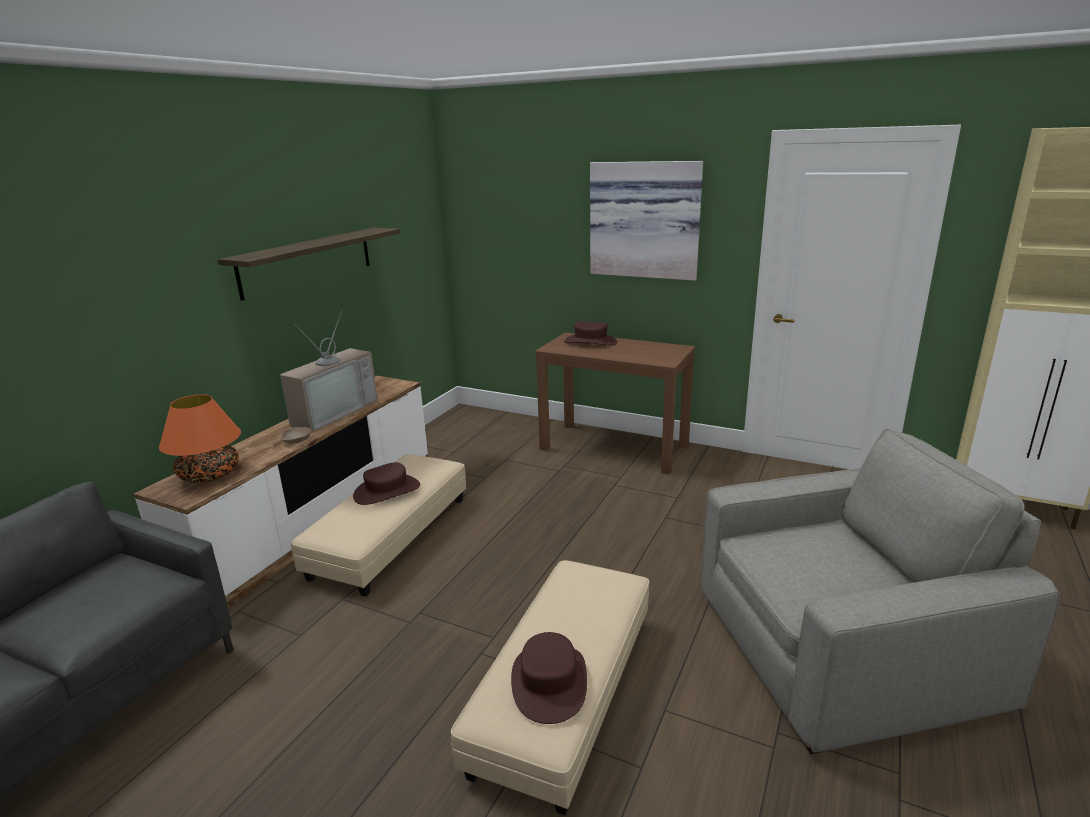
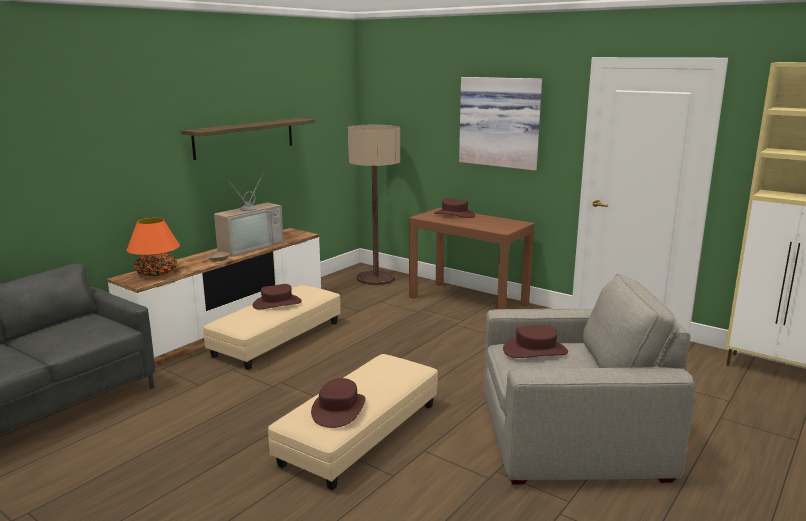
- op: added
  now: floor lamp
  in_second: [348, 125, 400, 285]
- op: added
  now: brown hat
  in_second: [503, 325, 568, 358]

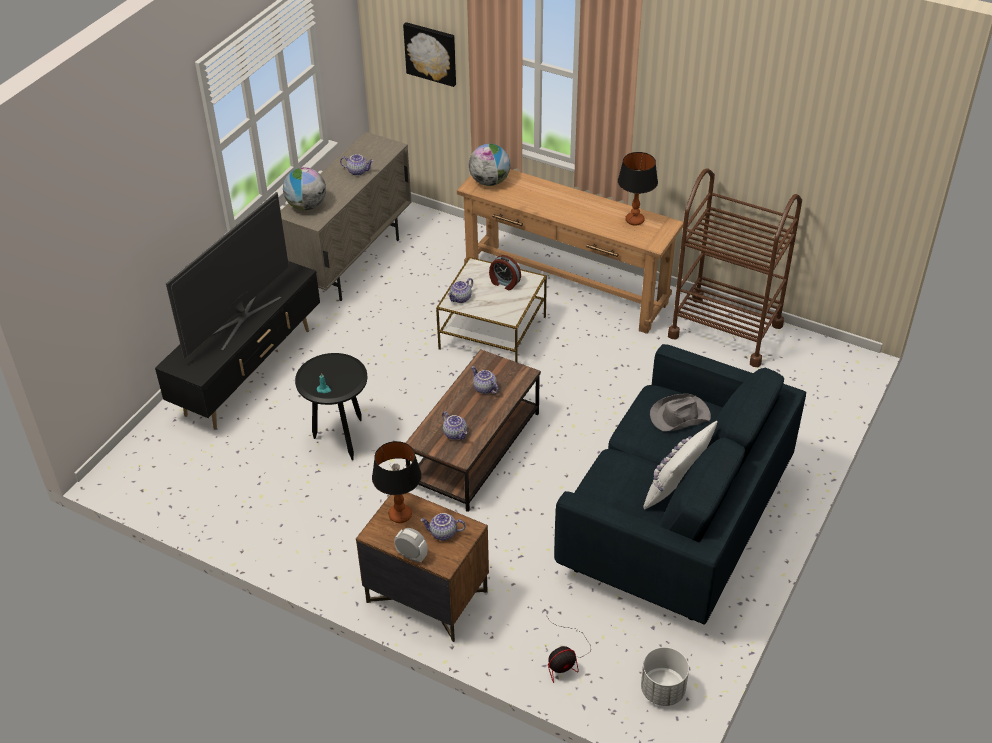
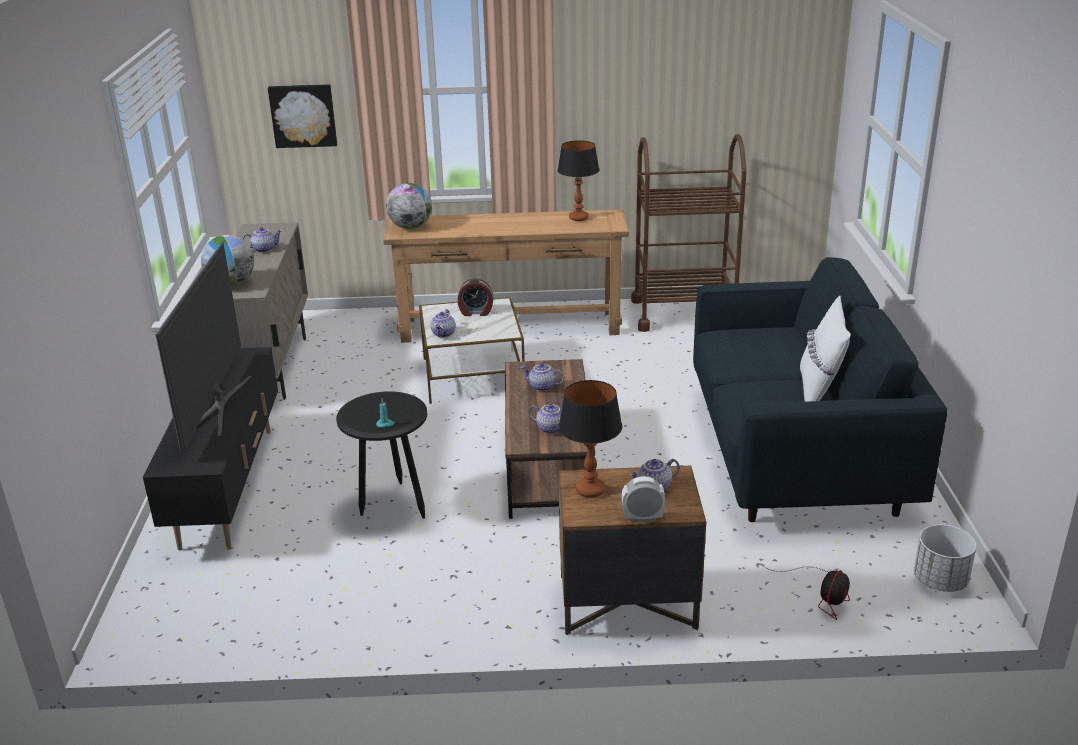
- op: removed
  was: grey hat
  in_first: [650, 394, 711, 431]

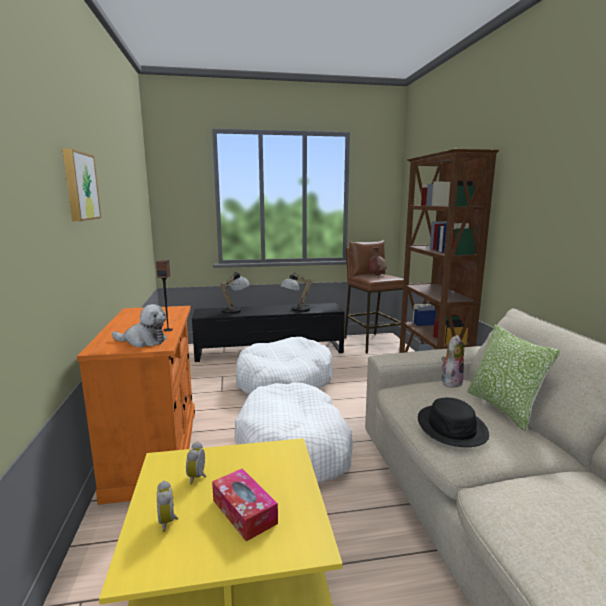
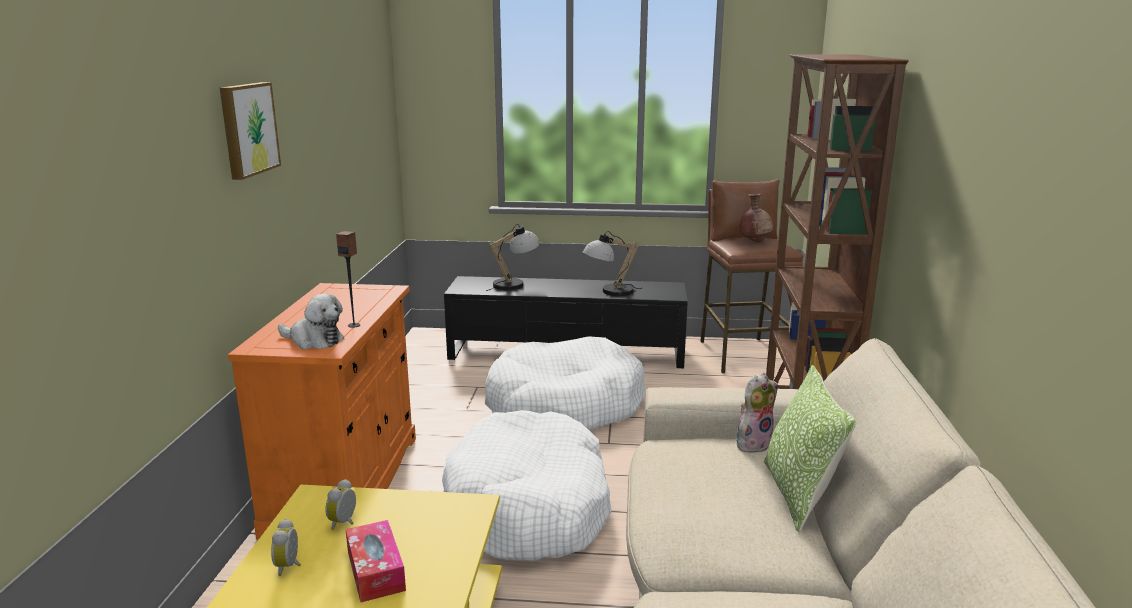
- op: removed
  was: black hat
  in_first: [418, 398, 489, 447]

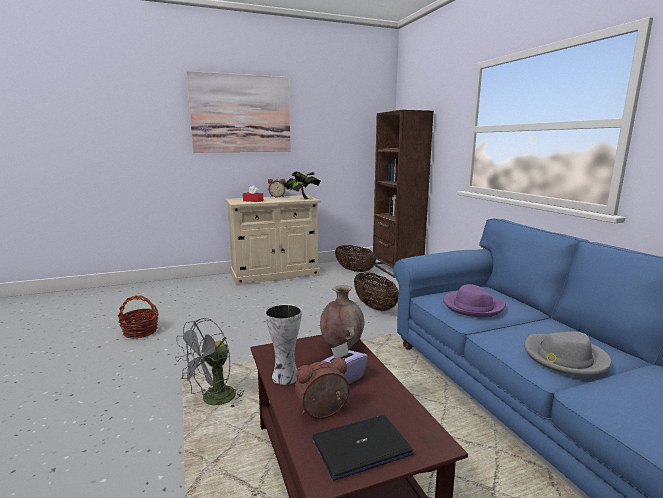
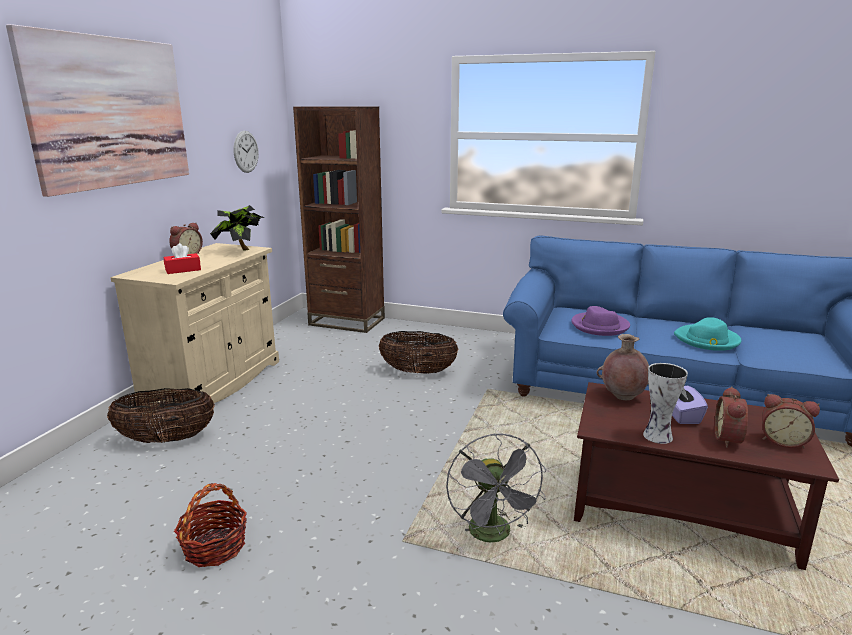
- op: moved
  was: basket
  in_first: [335, 245, 376, 272]
  in_second: [107, 388, 215, 443]
- op: added
  now: wall clock
  in_second: [233, 131, 259, 173]
- op: recoloured
  was: grey hat
  now: turquoise hat
  in_first: [524, 332, 611, 377]
  in_second: [674, 317, 742, 351]
- op: replaced
  was: laptop
  now: alarm clock
  in_first: [312, 415, 414, 480]
  in_second: [762, 394, 820, 448]

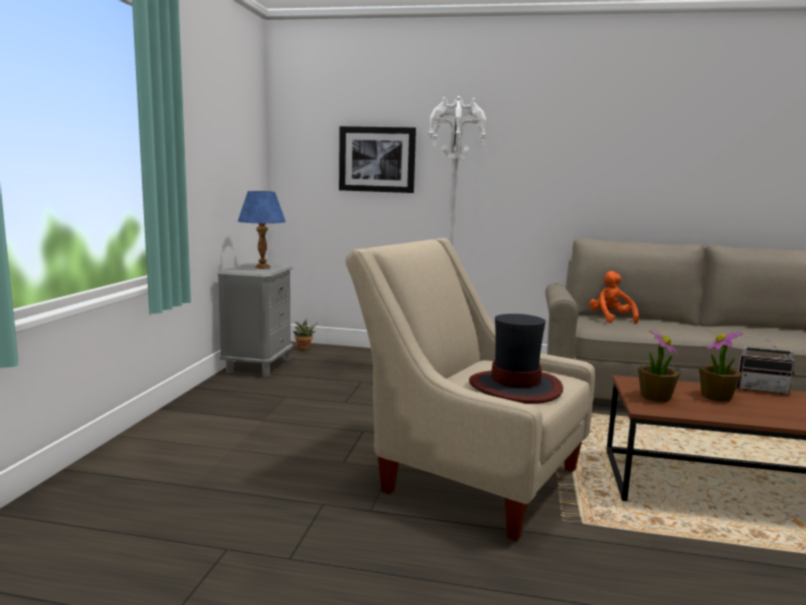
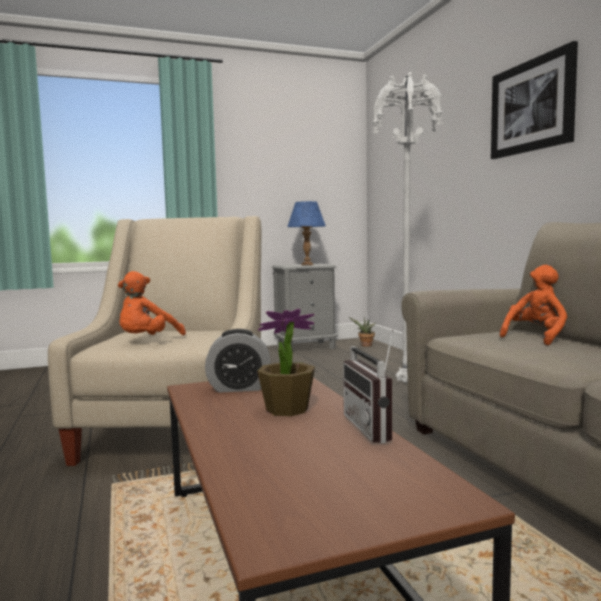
- op: replaced
  was: hat
  now: orange plush toy
  in_first: [469, 314, 563, 404]
  in_second: [118, 271, 186, 336]
- op: replaced
  was: potted plant
  now: alarm clock
  in_first: [638, 328, 680, 402]
  in_second: [205, 329, 271, 392]
- op: moved
  was: picture
  in_first: [339, 126, 416, 193]
  in_second: [491, 41, 578, 159]

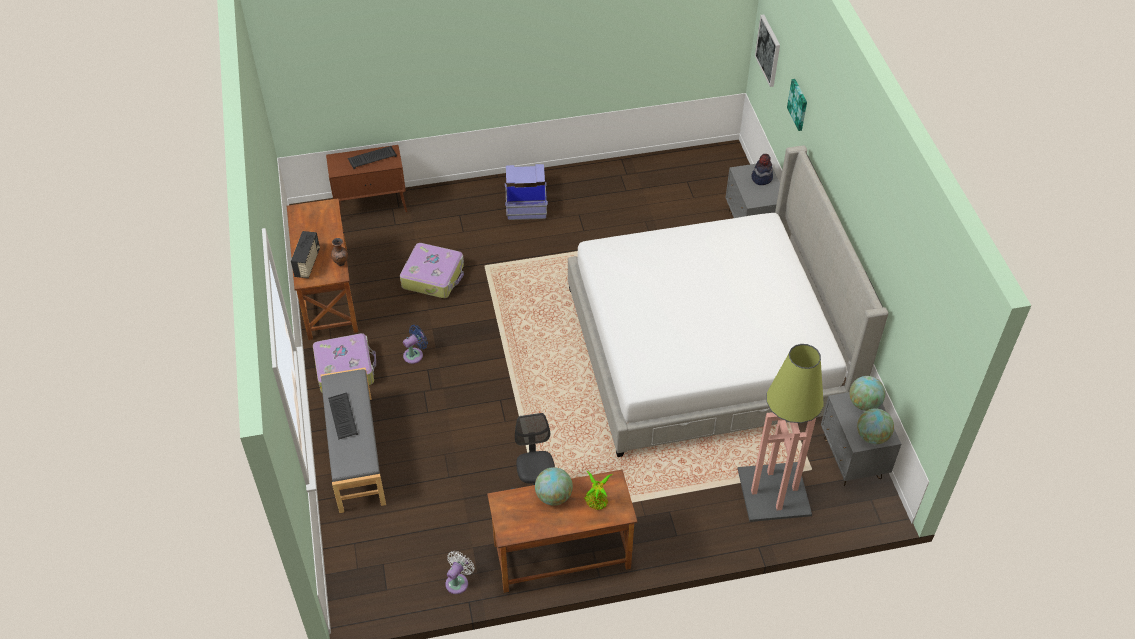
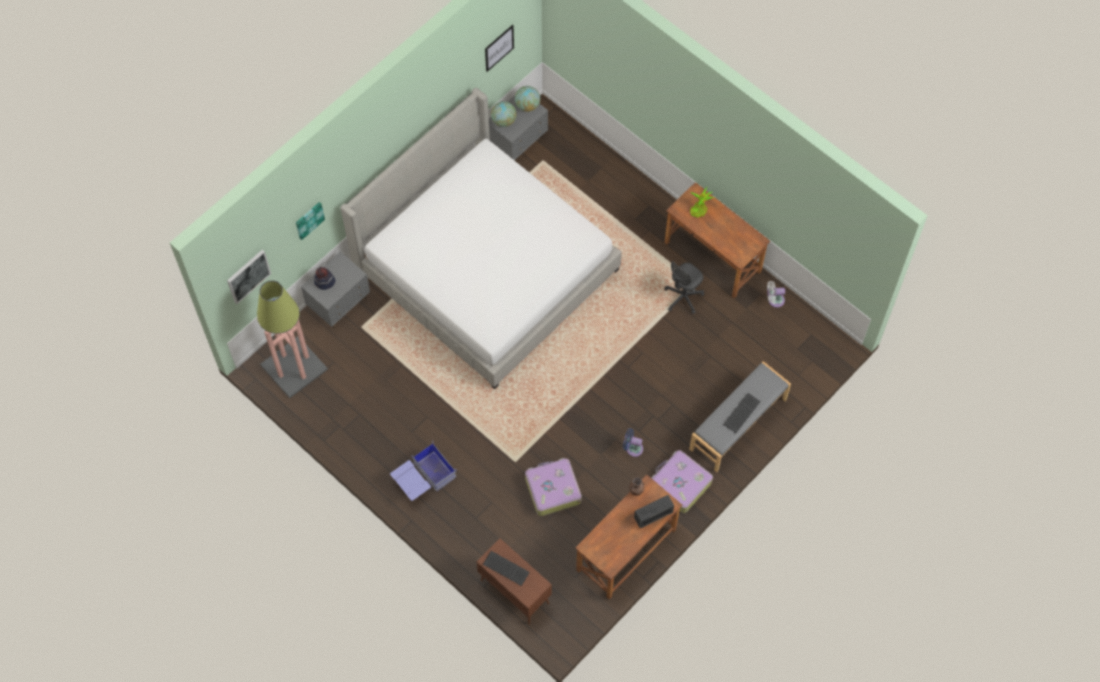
- op: moved
  was: floor lamp
  in_first: [738, 344, 824, 522]
  in_second: [257, 280, 328, 398]
- op: added
  now: picture
  in_second: [485, 25, 514, 72]
- op: removed
  was: globe
  in_first: [535, 467, 573, 506]

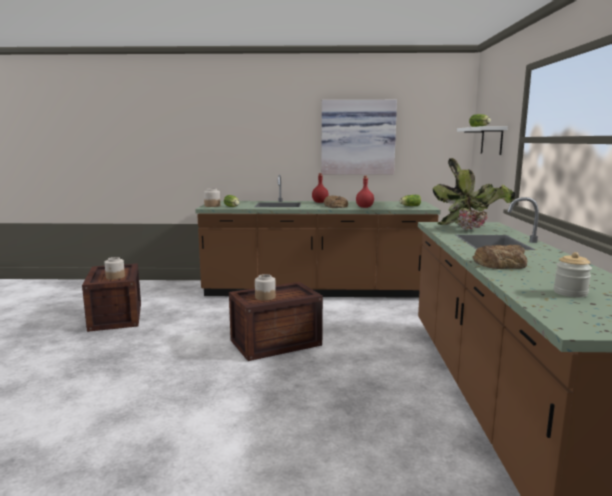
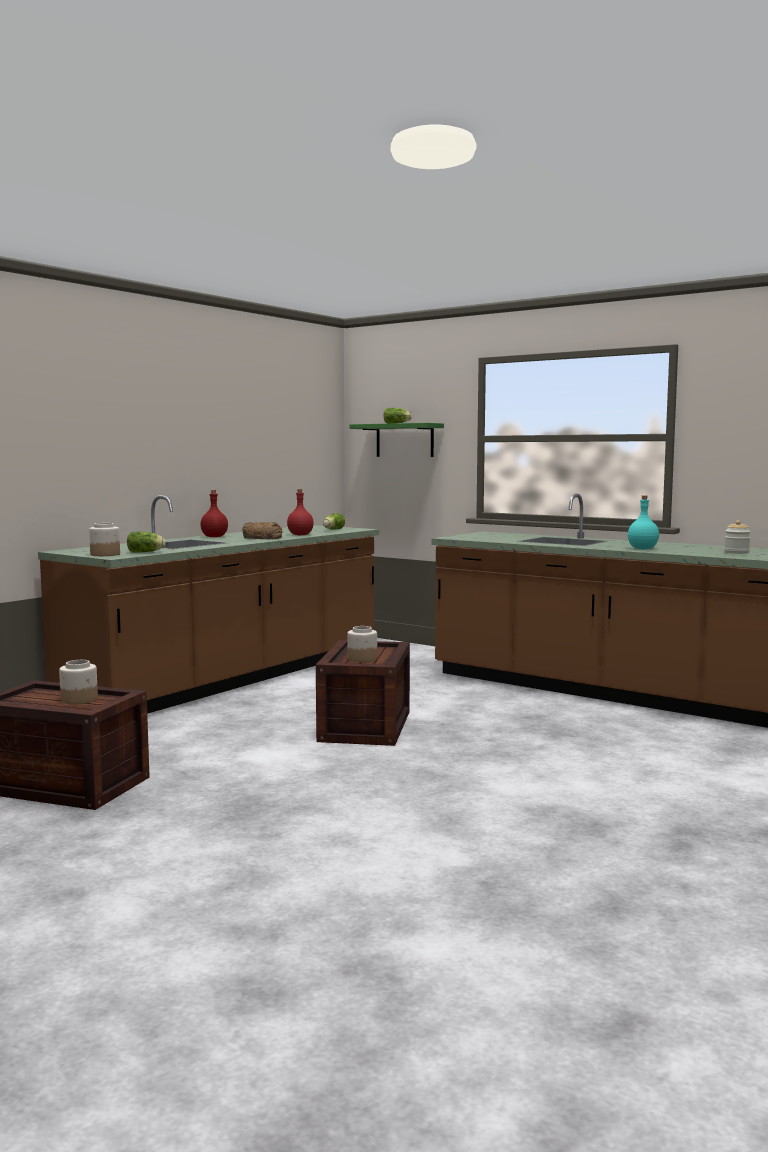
- op: recoloured
  was: white shelf
  now: green shelf
  in_first: [457, 126, 508, 155]
  in_second: [350, 423, 444, 457]
- op: replaced
  was: bread
  now: turquoise bottle
  in_first: [472, 245, 527, 269]
  in_second: [628, 495, 659, 549]
- op: removed
  was: picture
  in_first: [321, 100, 397, 175]
- op: removed
  was: potted plant
  in_first: [433, 158, 515, 230]

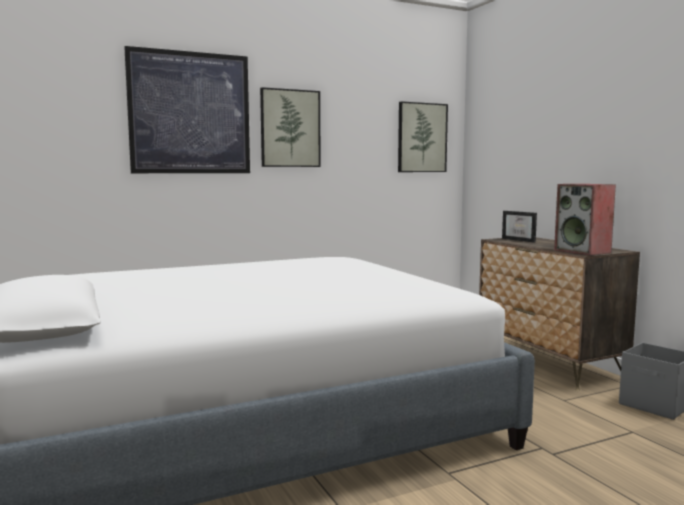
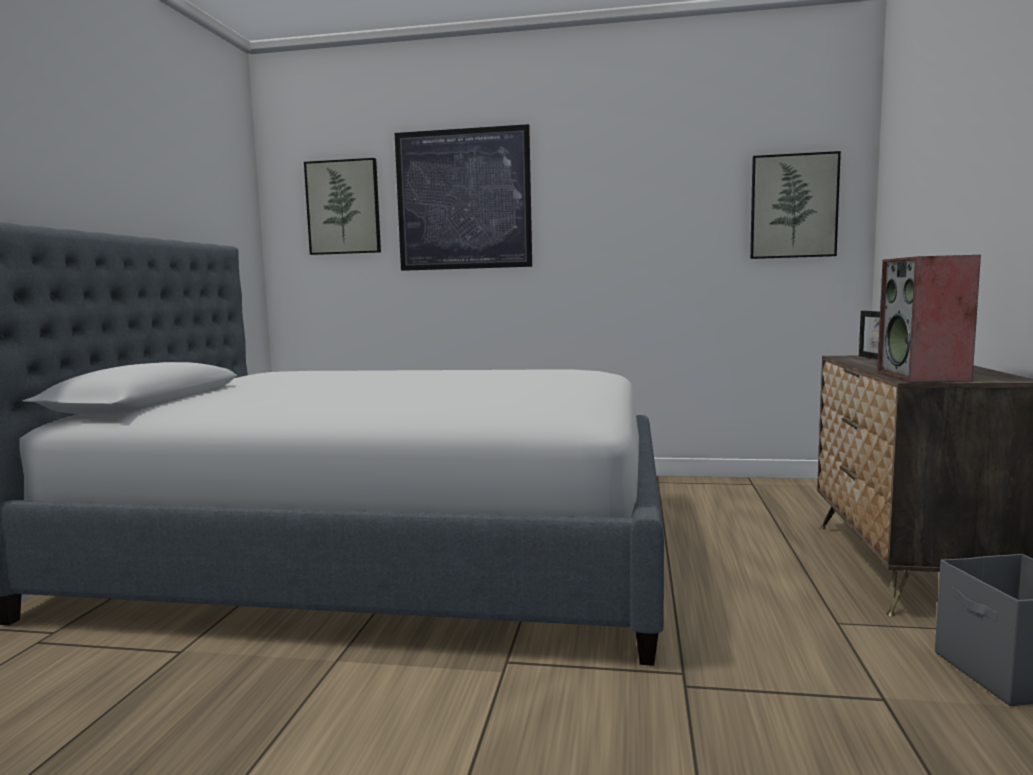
- op: moved
  was: picture
  in_first: [260, 87, 321, 167]
  in_second: [304, 158, 381, 255]

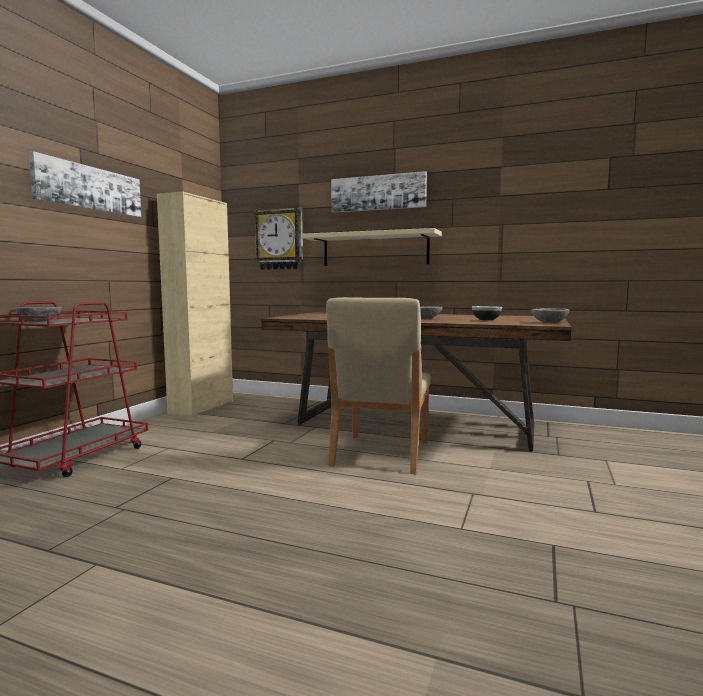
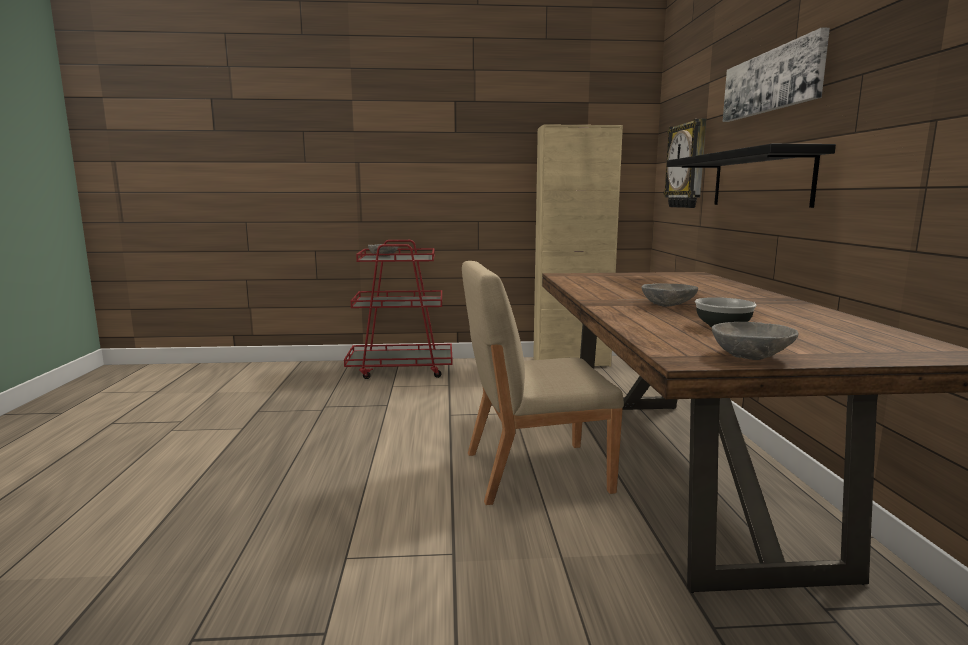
- op: recoloured
  was: beige shelf
  now: black shelf
  in_first: [301, 228, 442, 266]
  in_second: [667, 144, 836, 208]
- op: removed
  was: picture
  in_first: [29, 151, 141, 217]

